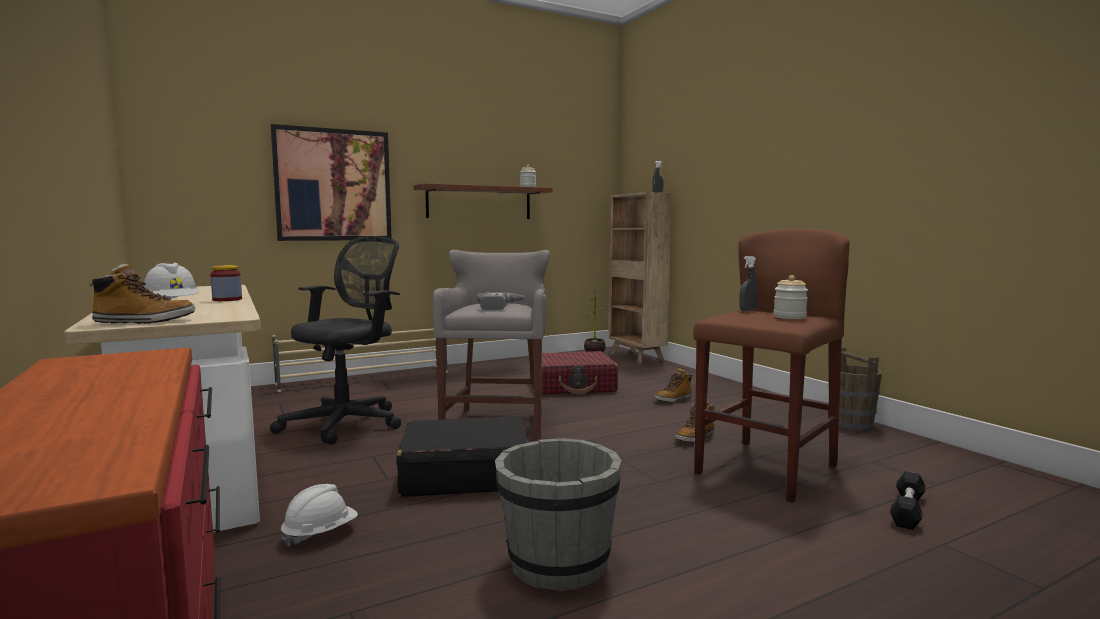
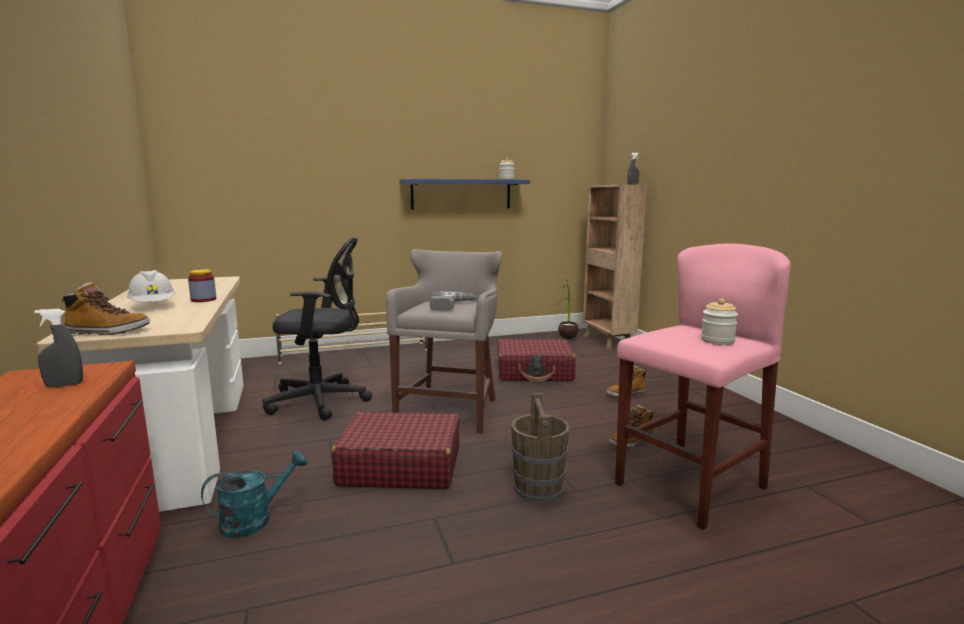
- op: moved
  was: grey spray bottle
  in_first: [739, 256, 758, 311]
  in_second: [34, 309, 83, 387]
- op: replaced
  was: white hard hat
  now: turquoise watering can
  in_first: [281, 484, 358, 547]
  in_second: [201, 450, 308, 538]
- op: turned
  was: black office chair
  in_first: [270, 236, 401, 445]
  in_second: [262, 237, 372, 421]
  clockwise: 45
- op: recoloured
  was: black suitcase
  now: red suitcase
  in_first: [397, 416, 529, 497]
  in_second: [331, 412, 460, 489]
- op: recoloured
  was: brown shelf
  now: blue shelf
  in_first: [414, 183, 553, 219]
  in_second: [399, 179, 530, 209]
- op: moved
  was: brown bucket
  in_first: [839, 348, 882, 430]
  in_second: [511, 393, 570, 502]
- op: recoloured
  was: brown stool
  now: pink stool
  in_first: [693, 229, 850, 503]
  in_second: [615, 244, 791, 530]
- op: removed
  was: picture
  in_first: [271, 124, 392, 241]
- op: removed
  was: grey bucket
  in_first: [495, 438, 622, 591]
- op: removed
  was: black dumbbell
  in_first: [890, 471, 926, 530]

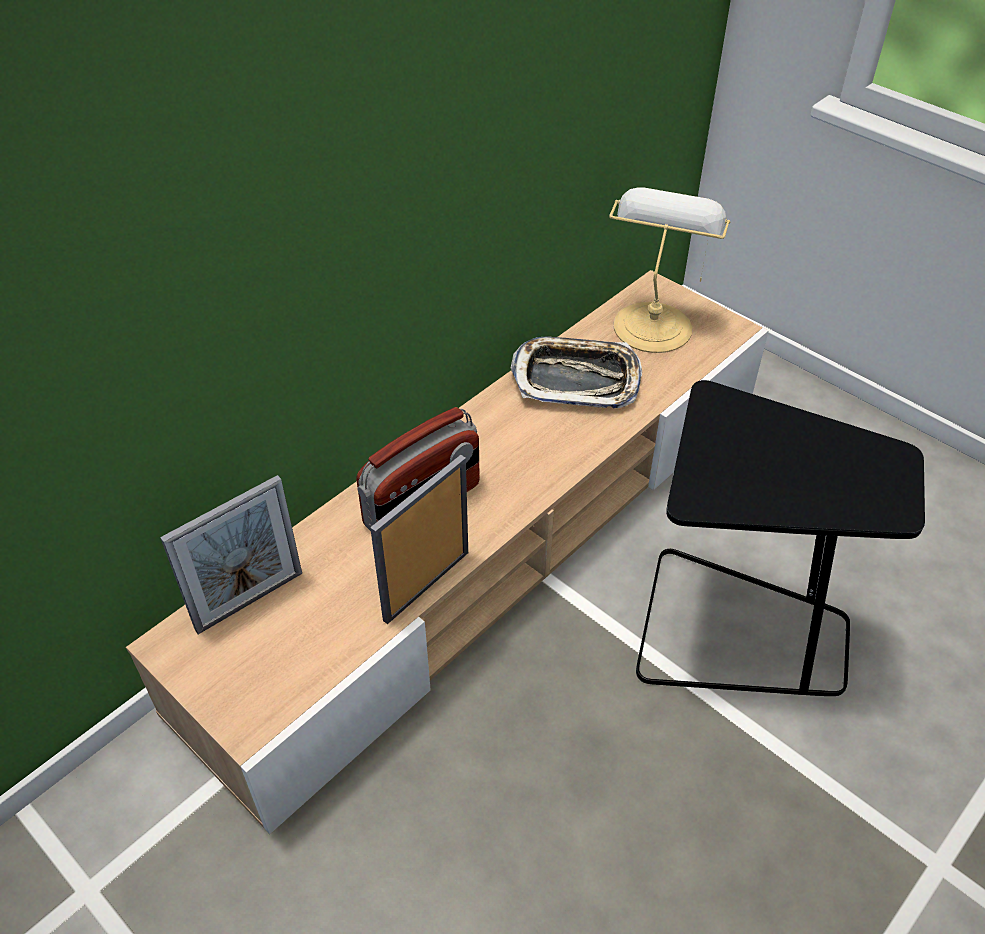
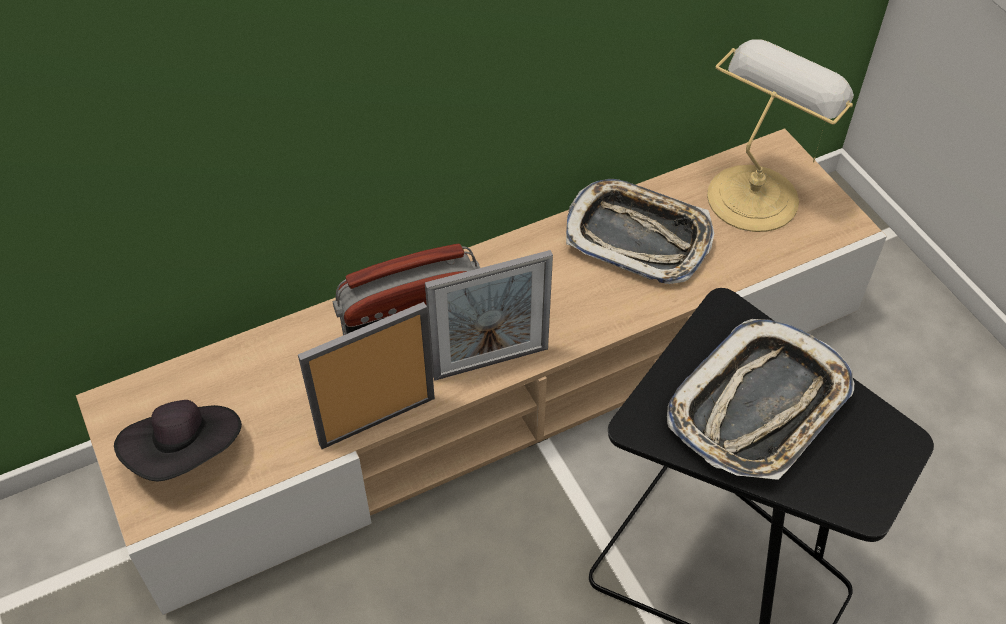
- op: added
  now: black hat
  in_second: [114, 400, 242, 482]
- op: moved
  was: picture frame
  in_first: [160, 475, 302, 634]
  in_second: [425, 250, 553, 381]
- op: added
  now: tray
  in_second: [667, 319, 854, 480]

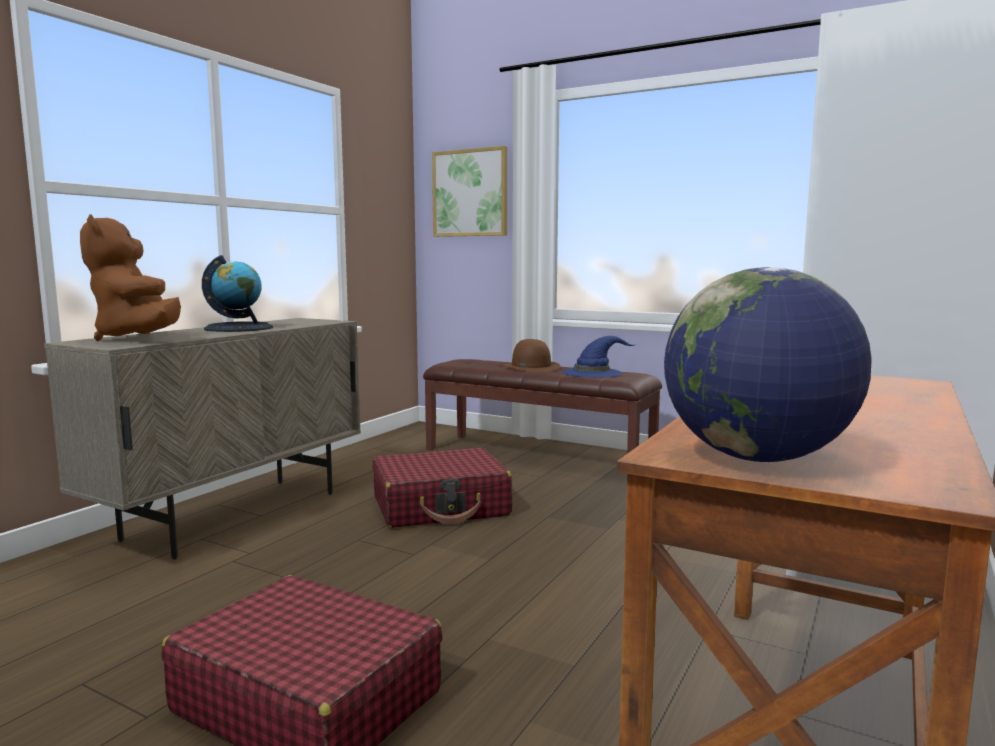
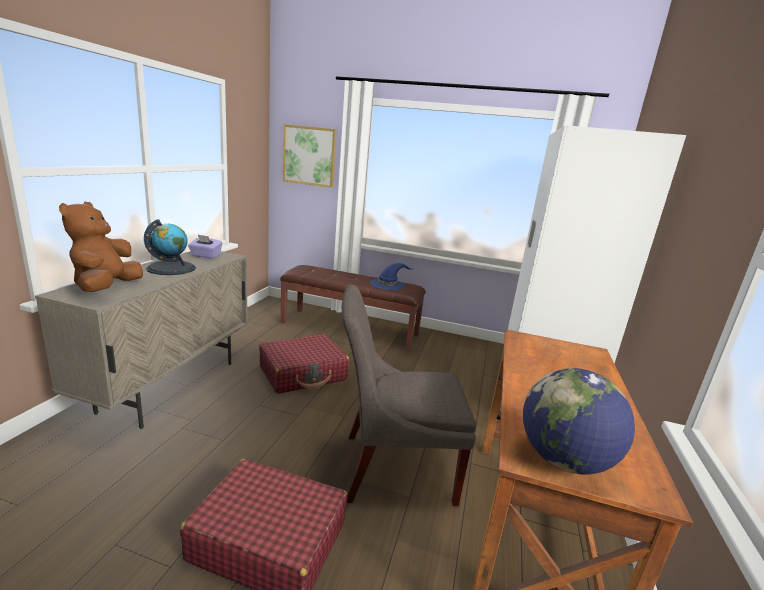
- op: turned
  was: brown plush toy
  in_first: [80, 214, 181, 341]
  in_second: [59, 202, 143, 292]
  clockwise: 45
- op: added
  now: purple tissue box
  in_second: [188, 235, 222, 259]
- op: added
  now: grey chair
  in_second: [342, 284, 476, 506]
- op: removed
  was: brown hat
  in_first: [503, 339, 560, 372]

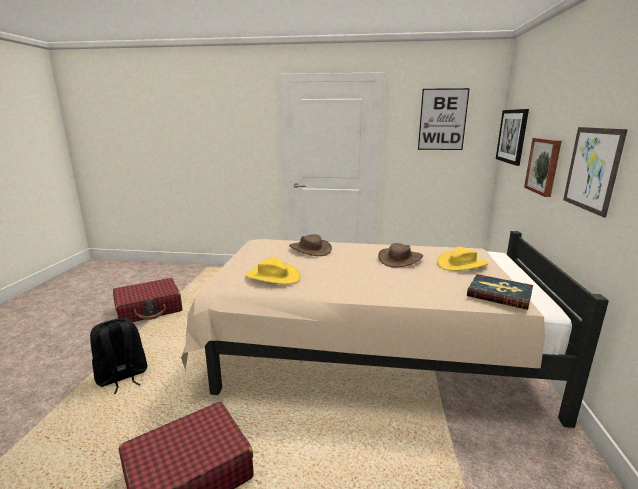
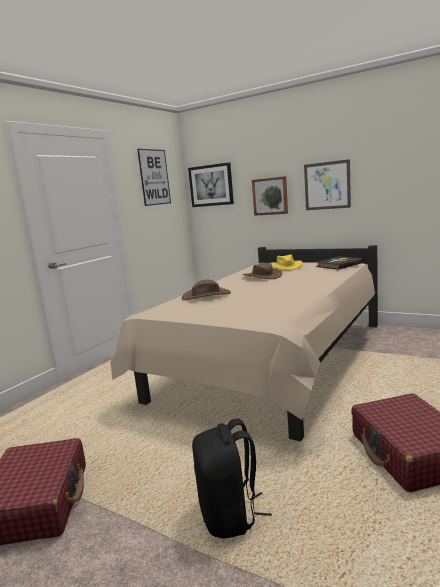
- op: removed
  was: yellow hat
  in_first: [245, 257, 301, 284]

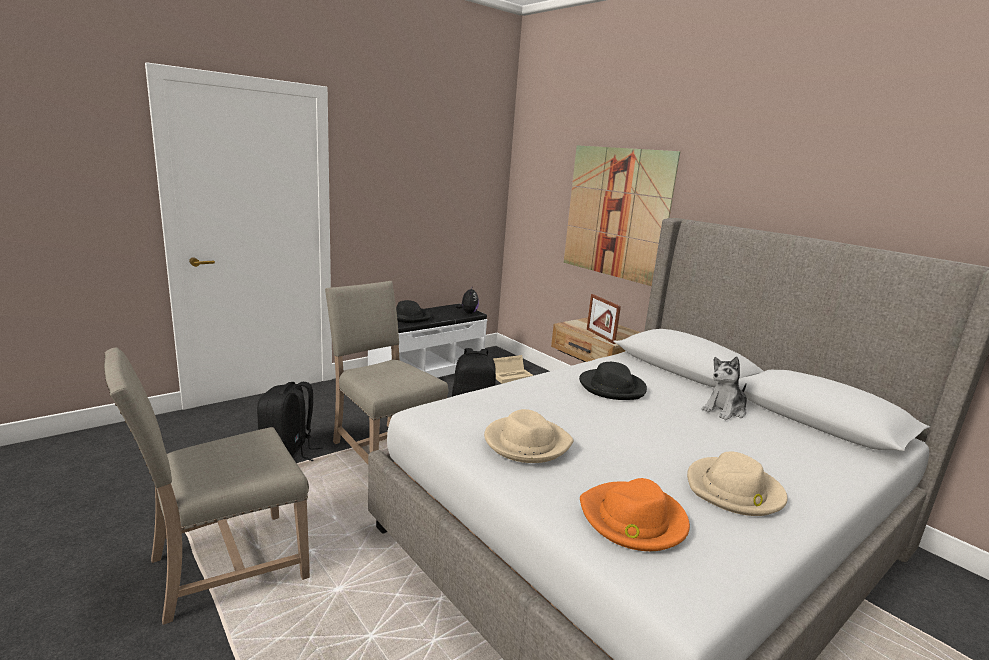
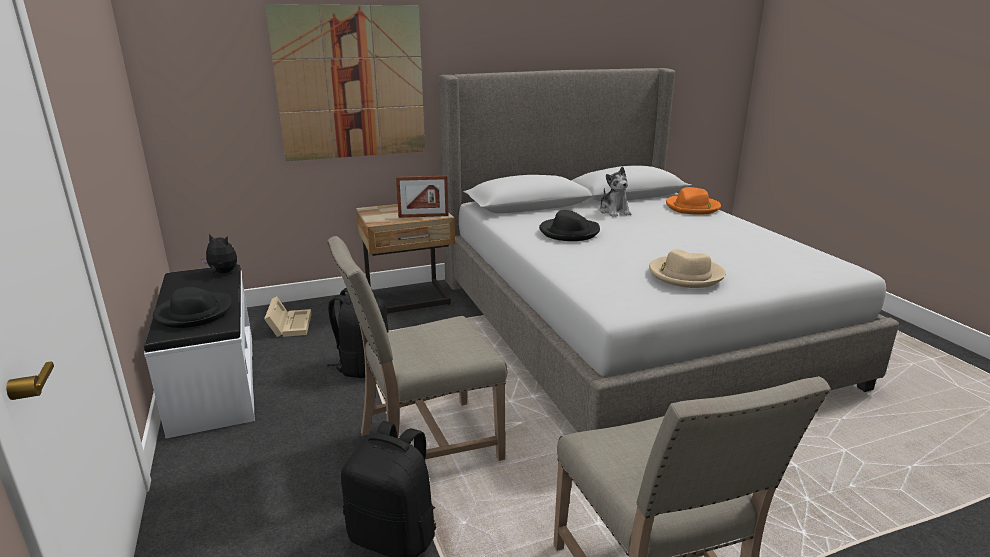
- op: moved
  was: orange hat
  in_first: [580, 478, 690, 551]
  in_second: [666, 187, 721, 215]
- op: removed
  was: beige hat
  in_first: [687, 451, 788, 516]

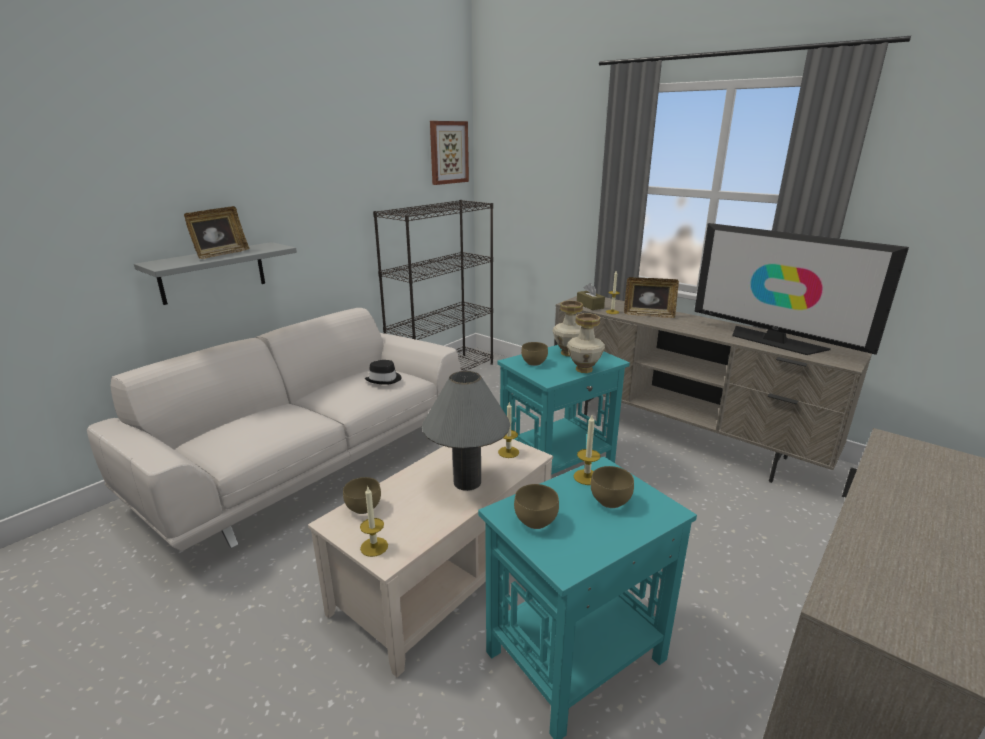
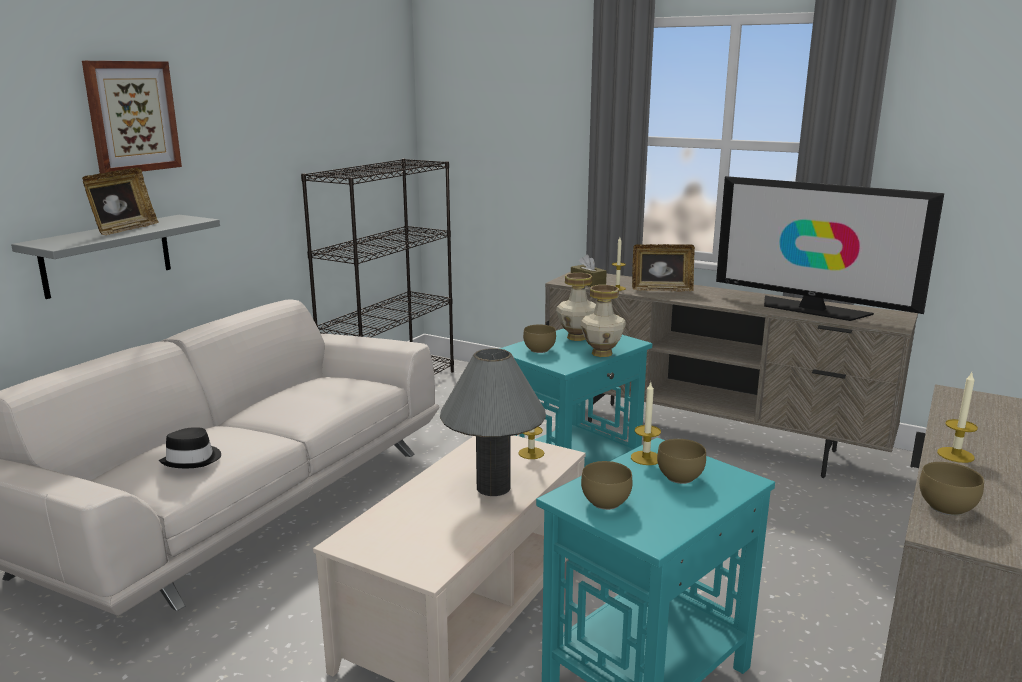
- op: moved
  was: picture
  in_first: [430, 121, 469, 185]
  in_second: [82, 61, 182, 173]
- op: moved
  was: black hat
  in_first: [365, 360, 402, 385]
  in_second: [159, 427, 221, 468]
- op: moved
  was: brown bowl
  in_first: [343, 477, 381, 514]
  in_second: [919, 462, 984, 516]
- op: moved
  was: candle
  in_first: [360, 487, 388, 557]
  in_second: [937, 373, 978, 463]

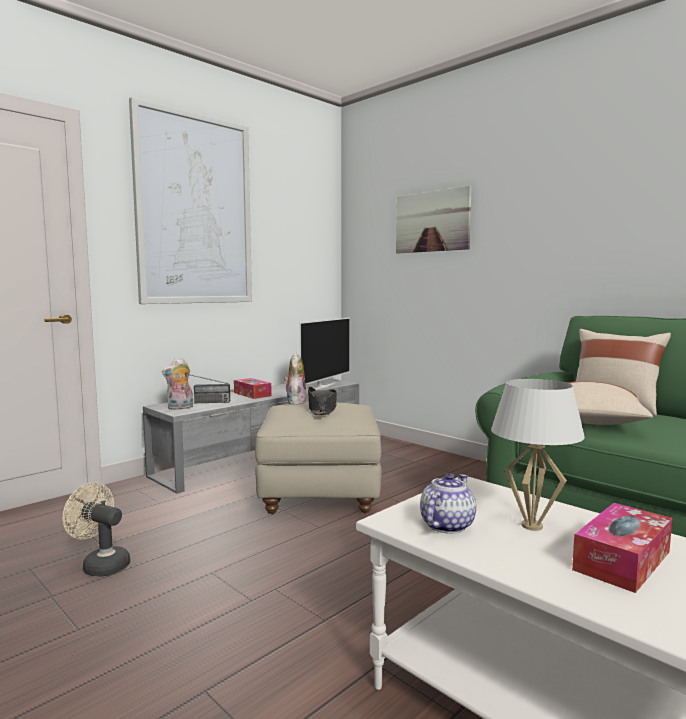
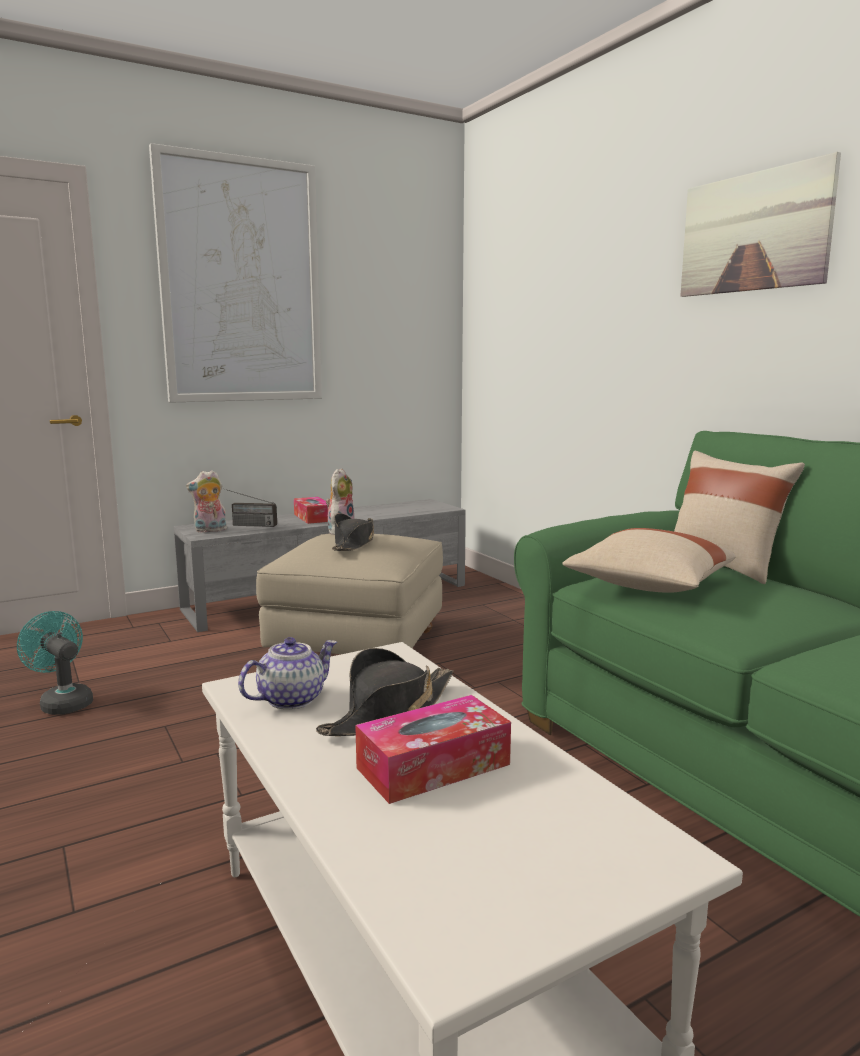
- op: recoloured
  was: beige fan
  now: turquoise fan
  in_first: [63, 482, 130, 577]
  in_second: [17, 611, 93, 715]
- op: replaced
  was: white table lamp
  now: black hat
  in_first: [491, 379, 585, 531]
  in_second: [316, 648, 453, 736]
- op: moved
  was: picture
  in_first: [396, 185, 472, 253]
  in_second: [681, 152, 841, 297]
- op: removed
  was: television
  in_first: [299, 317, 350, 390]

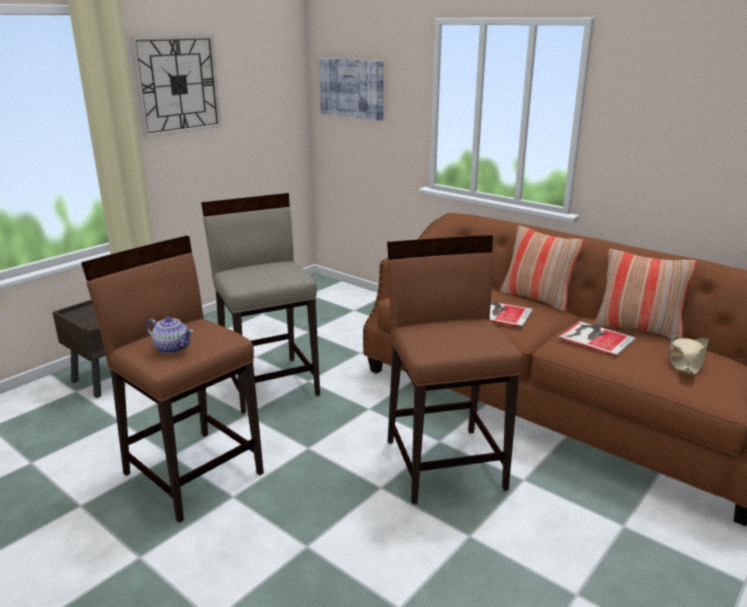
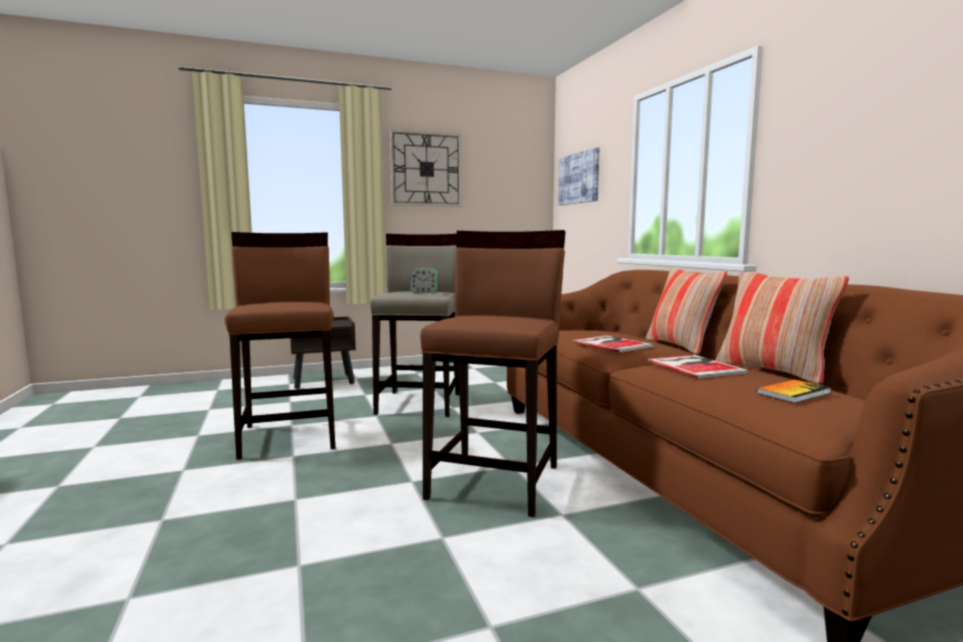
- op: added
  now: alarm clock
  in_second: [410, 268, 438, 293]
- op: replaced
  was: beige hat
  now: book
  in_first: [668, 336, 708, 375]
  in_second: [756, 380, 831, 403]
- op: removed
  was: teapot
  in_first: [146, 317, 193, 354]

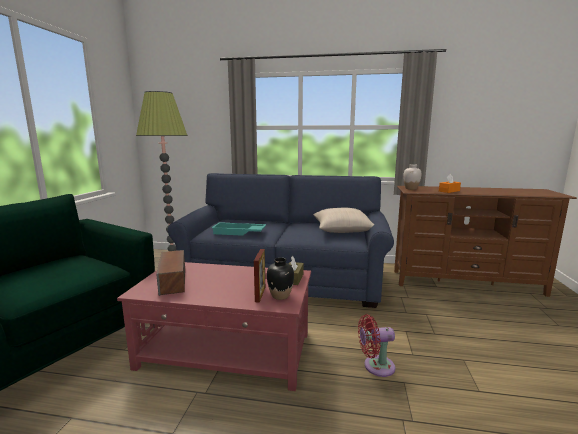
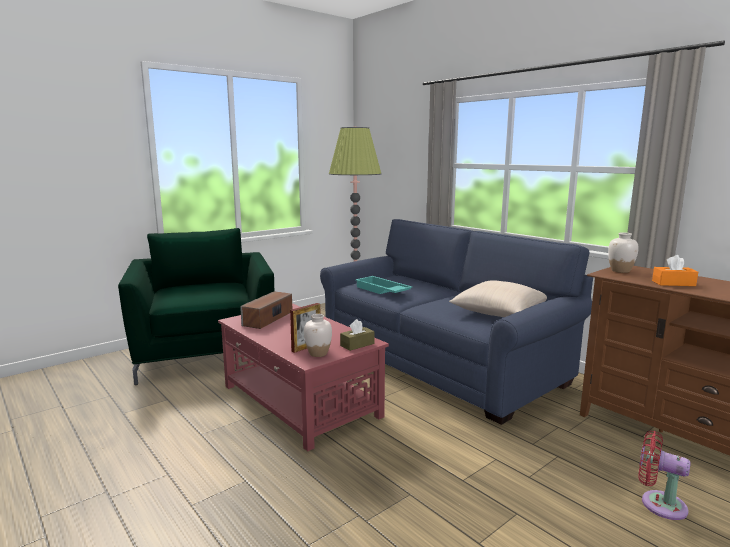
- op: recoloured
  was: black vase
  now: white vase
  in_first: [267, 257, 294, 300]
  in_second: [304, 314, 332, 357]
- op: moved
  was: red fan
  in_first: [358, 314, 395, 377]
  in_second: [638, 431, 691, 520]

